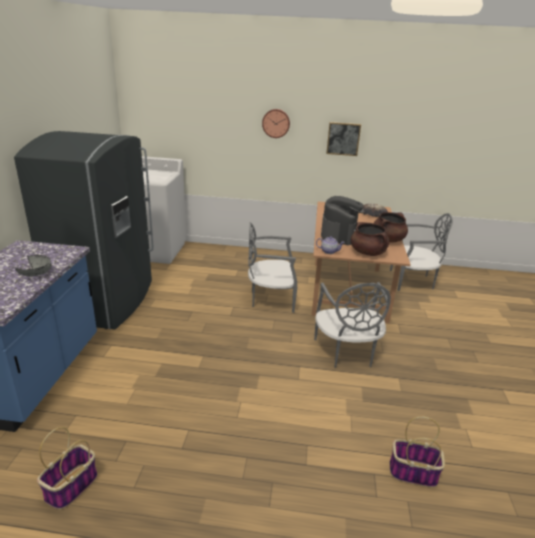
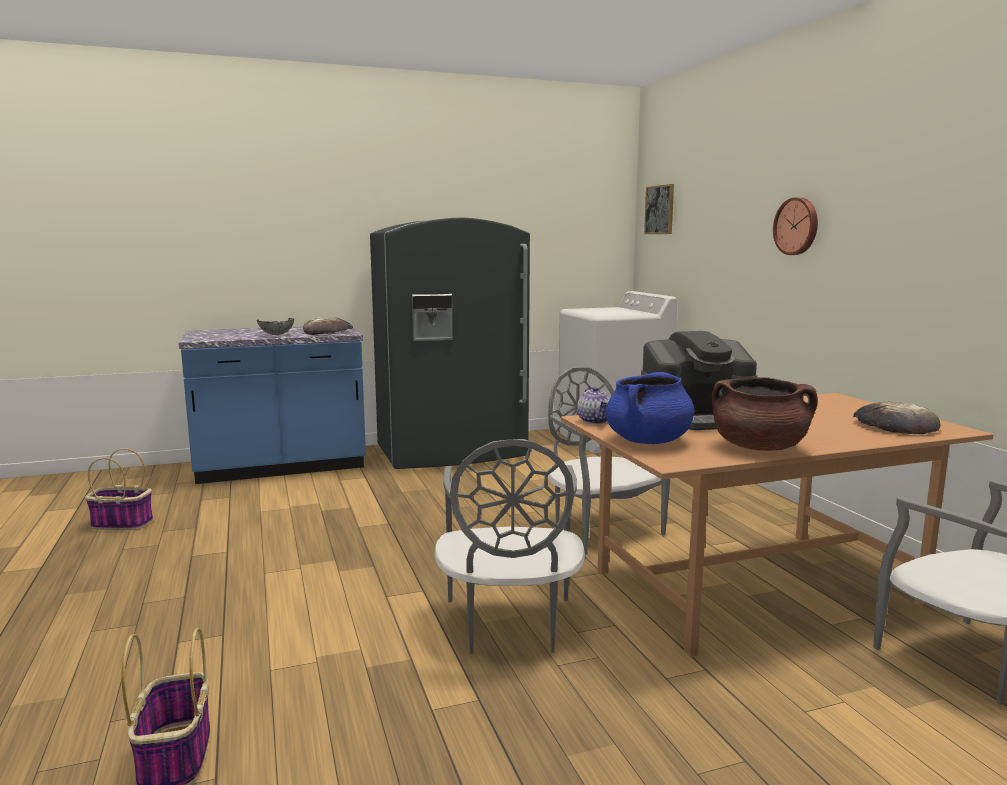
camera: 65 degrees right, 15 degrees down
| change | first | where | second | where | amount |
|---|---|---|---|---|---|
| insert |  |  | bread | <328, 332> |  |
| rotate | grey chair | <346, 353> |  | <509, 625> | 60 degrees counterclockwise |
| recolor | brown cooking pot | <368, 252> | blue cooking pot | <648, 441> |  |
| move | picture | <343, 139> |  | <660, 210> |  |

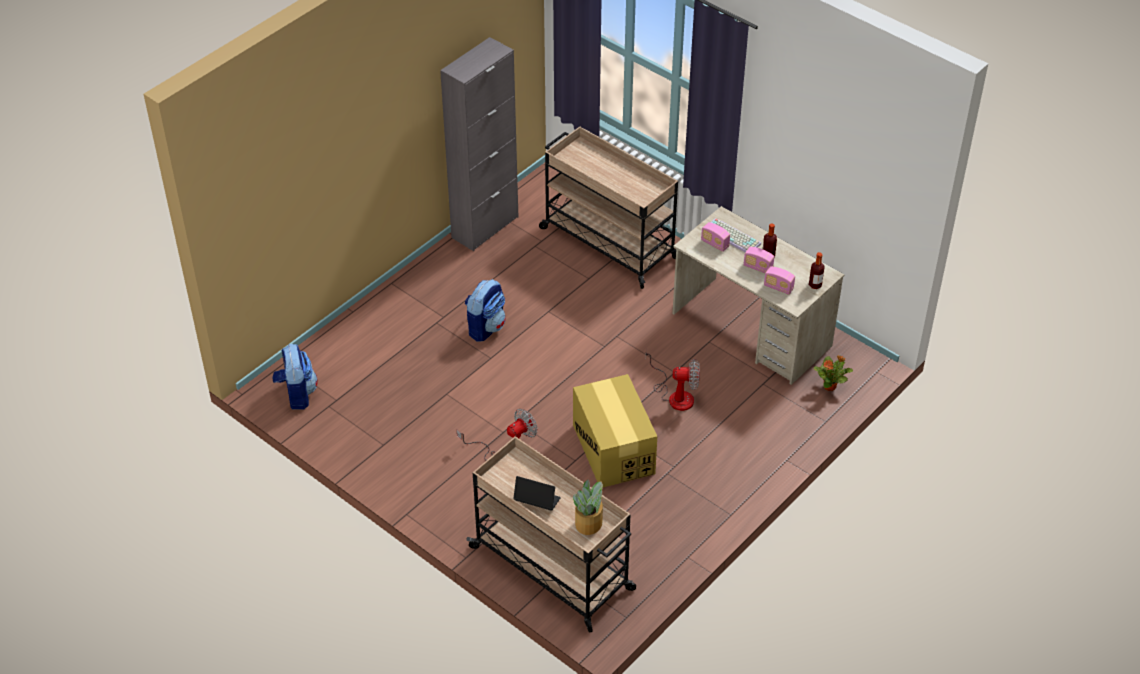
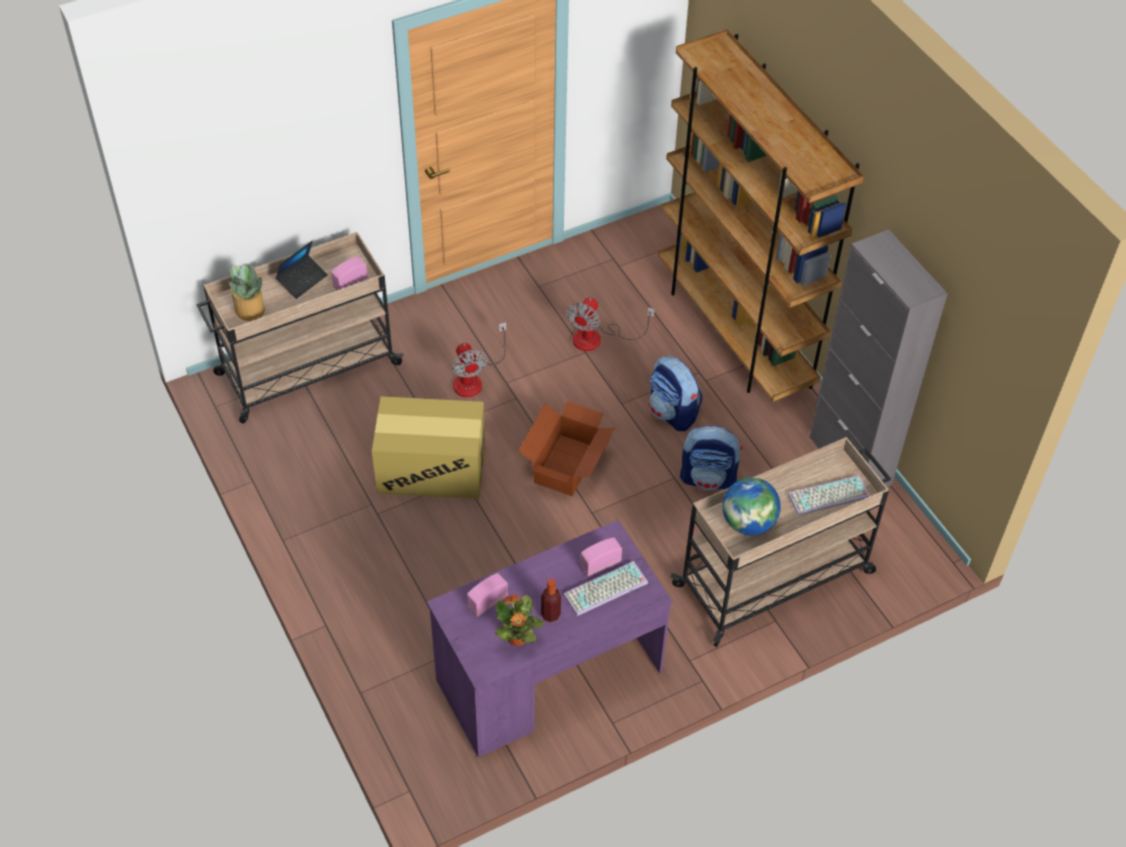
camera: 110 degrees right, 5 degrees up
| change | first | where | second | where | amount |
|---|---|---|---|---|---|
| move | radio | <758, 267> |  | <350, 283> |  |
| recolor | beige desk | <751, 330> | purple desk | <548, 676> |  |
| move | potted plant | <830, 386> |  | <517, 639> |  |
| insert |  |  | cardboard box | <567, 465> |  |
| move | fan | <675, 395> |  | <597, 338> |  |
| insert |  |  | brown bookcase | <735, 332> |  |
| move | backpack | <297, 394> |  | <708, 478> |  |
| insert |  |  | globe | <748, 523> |  |
| insert |  |  | keyboard | <828, 497> |  |
| delete | bottle | <815, 285> |  |  |  |

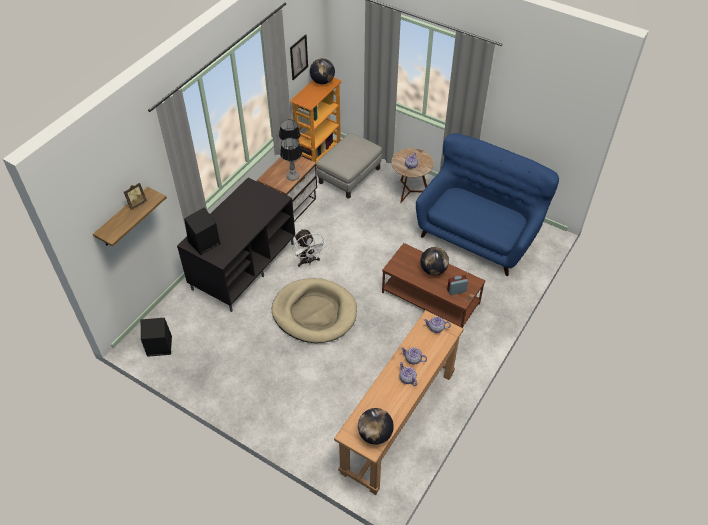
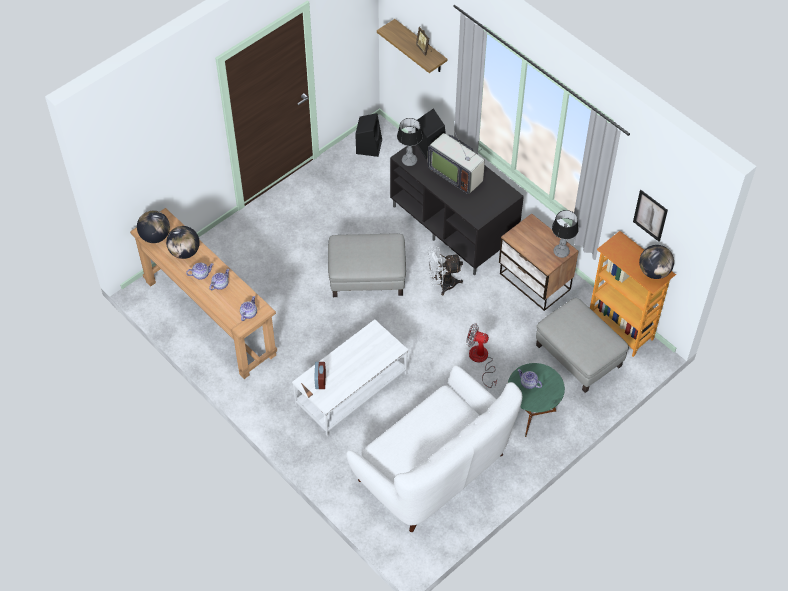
camera: 105 degrees right, 5 degrees up
| change | first | where | second | where | amount |
|---|---|---|---|---|---|
| move | globe | <433, 270> |  | <185, 252> |  |
| recolor | brown coffee table | <431, 298> | white coffee table | <351, 389> |  |
| replace | beige dog bed | <314, 313> | grey ottoman | <367, 276> |  |
| recolor | blue sofa | <478, 235> | white sofa | <434, 470> |  |
| move | table lamp | <293, 177> |  | <409, 161> |  |
| insert |  |  | television | <456, 174> |  |
| insert |  |  | fan | <481, 360> |  |
| recolor | brown side table | <410, 192> | green side table | <531, 416> |  |

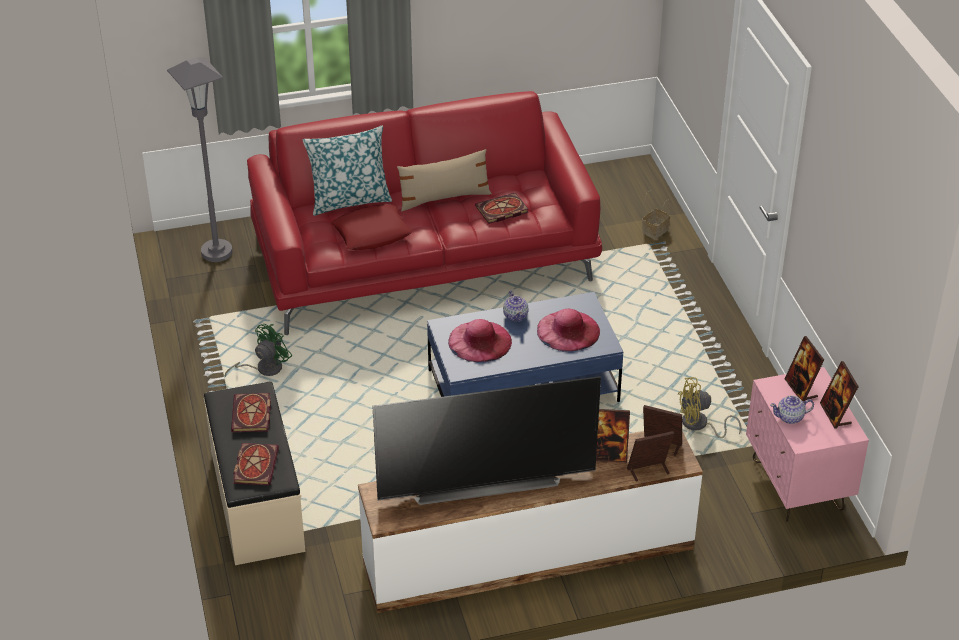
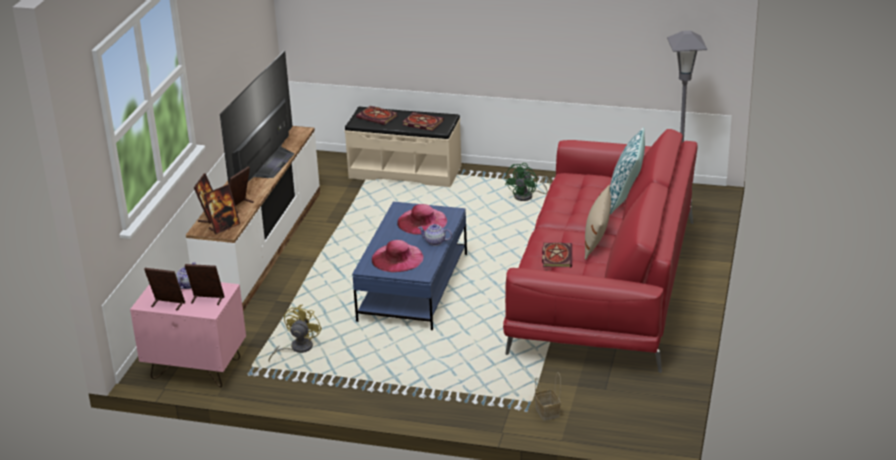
camera: 120 degrees right, 10 degrees down
| change | first | where | second | where | amount |
|---|---|---|---|---|---|
| rotate | green fan | <264, 368> |  | <527, 196> | 45 degrees clockwise |
| delete | red pillow | <372, 233> |  |  |  |

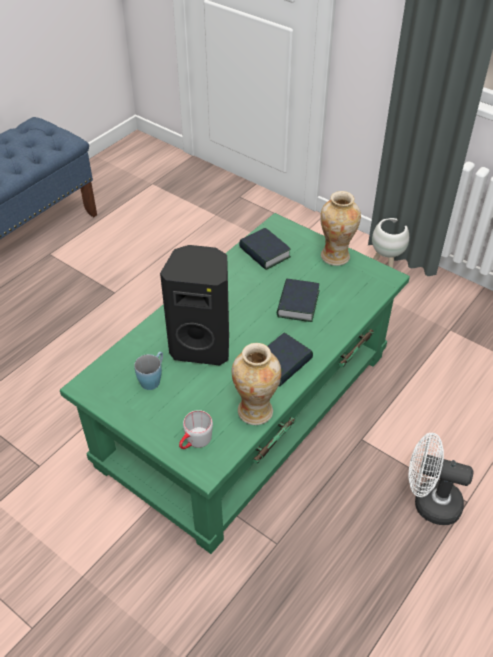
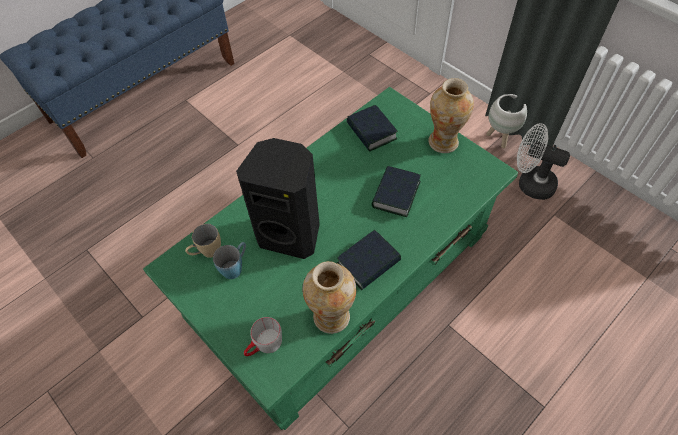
camera: 10 degrees right, 10 degrees up
| change | first | where | second | where | amount |
|---|---|---|---|---|---|
| insert |  |  | beige mug | <207, 252> |  |
| move | white fan | <429, 502> |  | <530, 183> |  |

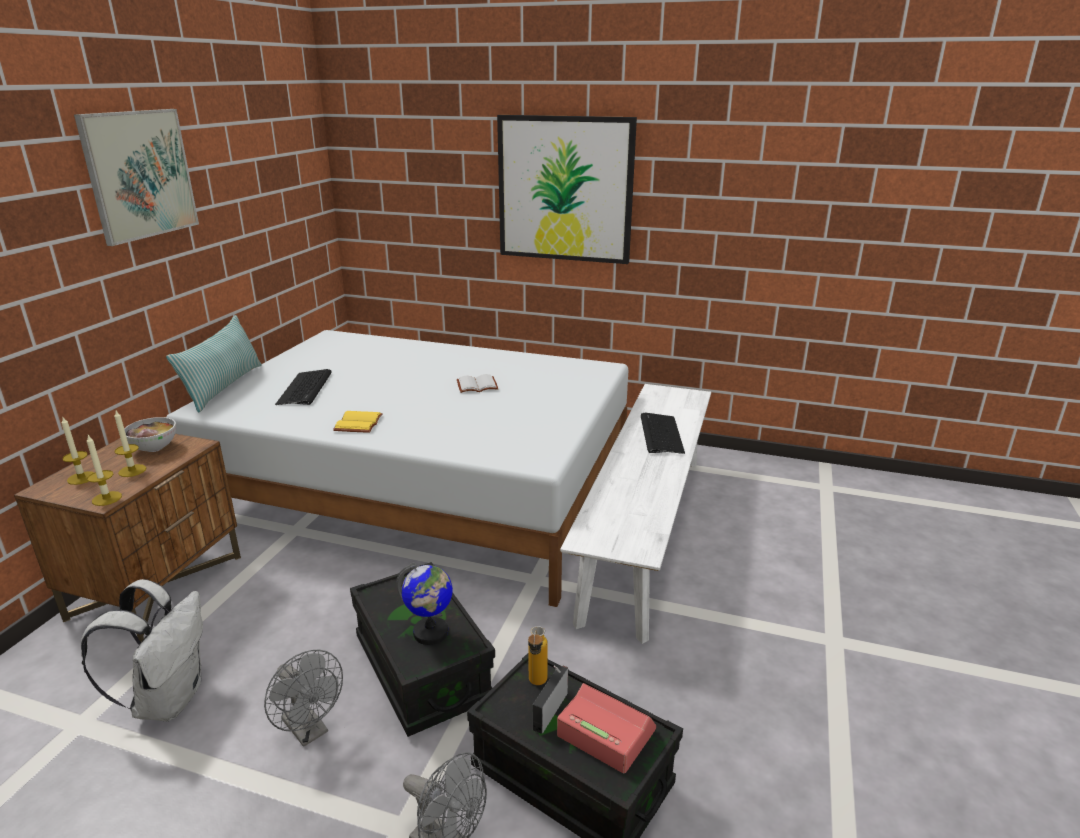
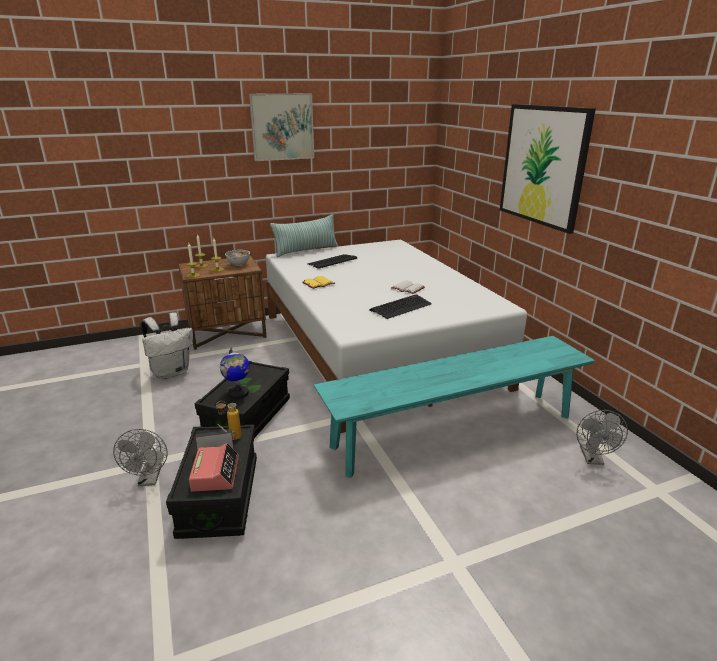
camera: 50 degrees right, 0 degrees up
| change | first | where | second | where | amount |
|---|---|---|---|---|---|
| recolor | white bench | <644, 531> | turquoise bench | <454, 431> |  |
| move | keyboard | <660, 434> |  | <401, 307> |  |
| move | grey fan | <309, 731> |  | <593, 459> |  |

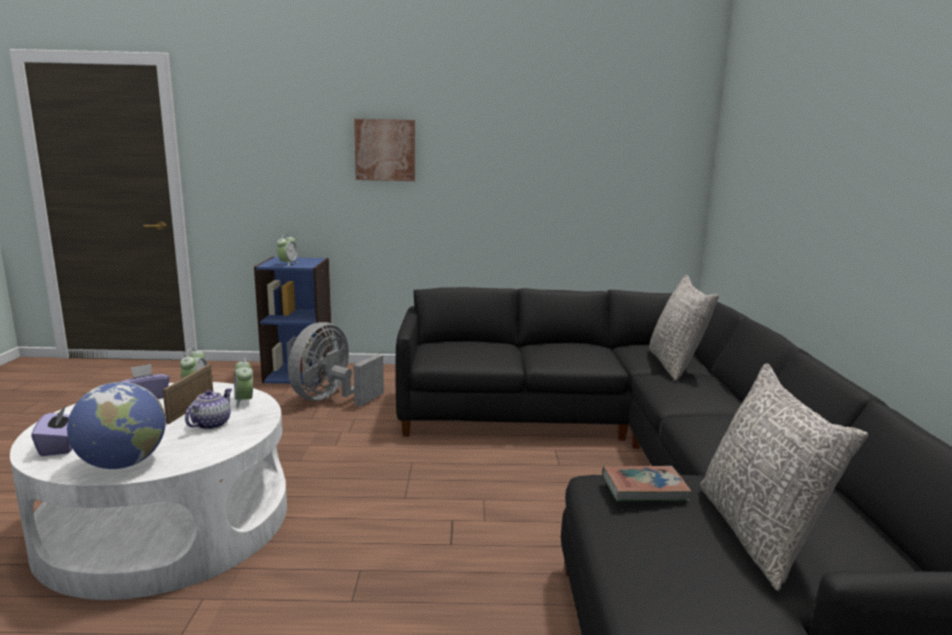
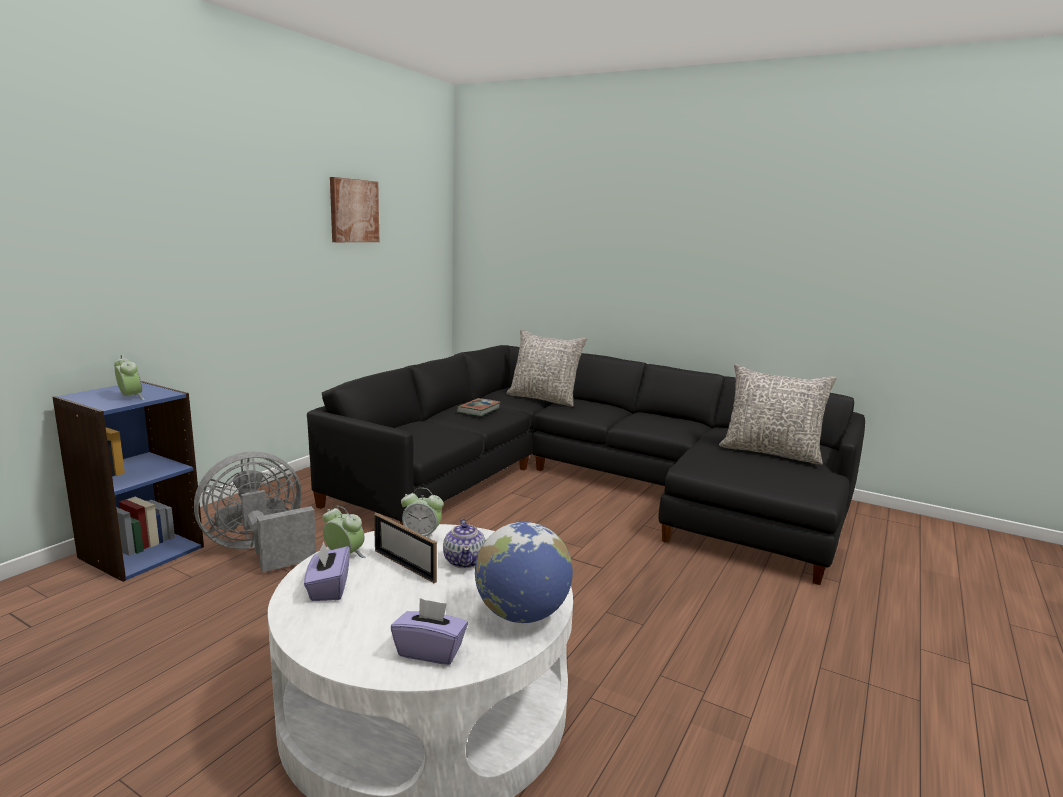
camera: 60 degrees left, 0 degrees up
| change | first | where | second | where | amount |
|---|---|---|---|---|---|
| rotate | grey fan | <331, 399> |  | <260, 550> | 90 degrees clockwise |
| move | picture | <385, 150> |  | <353, 211> |  |
| rotate | teapot | <210, 424> |  | <465, 561> | 150 degrees counterclockwise |
| move | book | <644, 488> |  | <479, 410> |  |

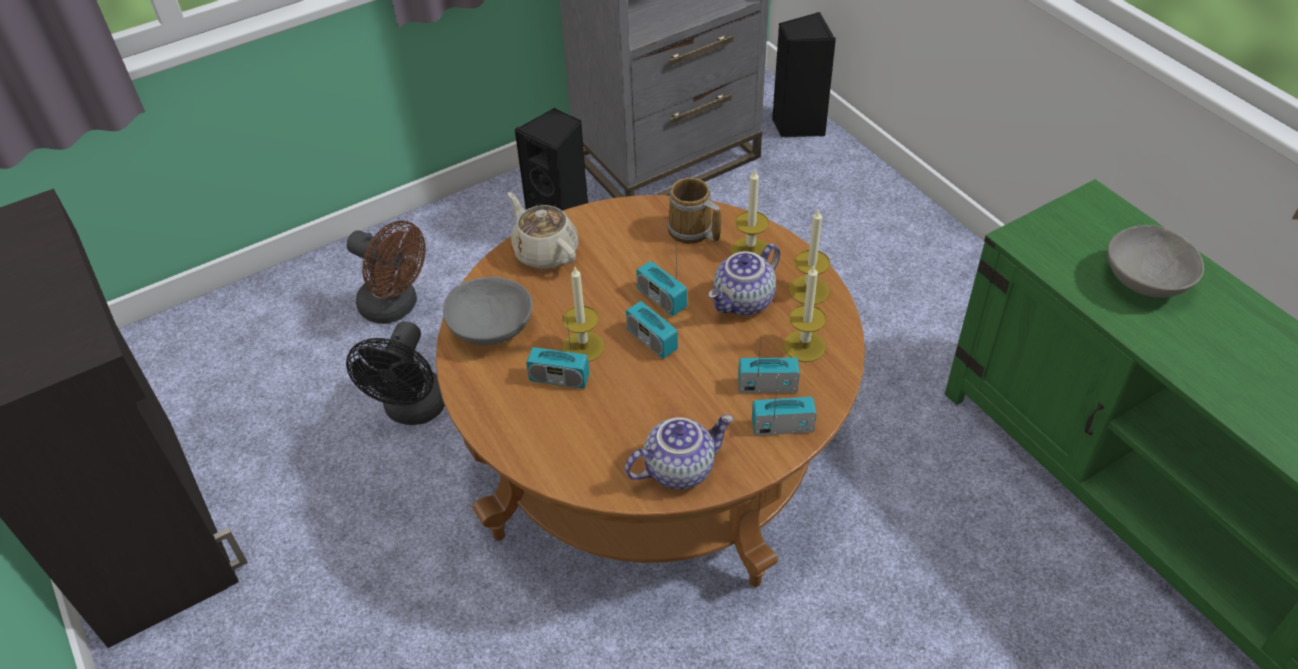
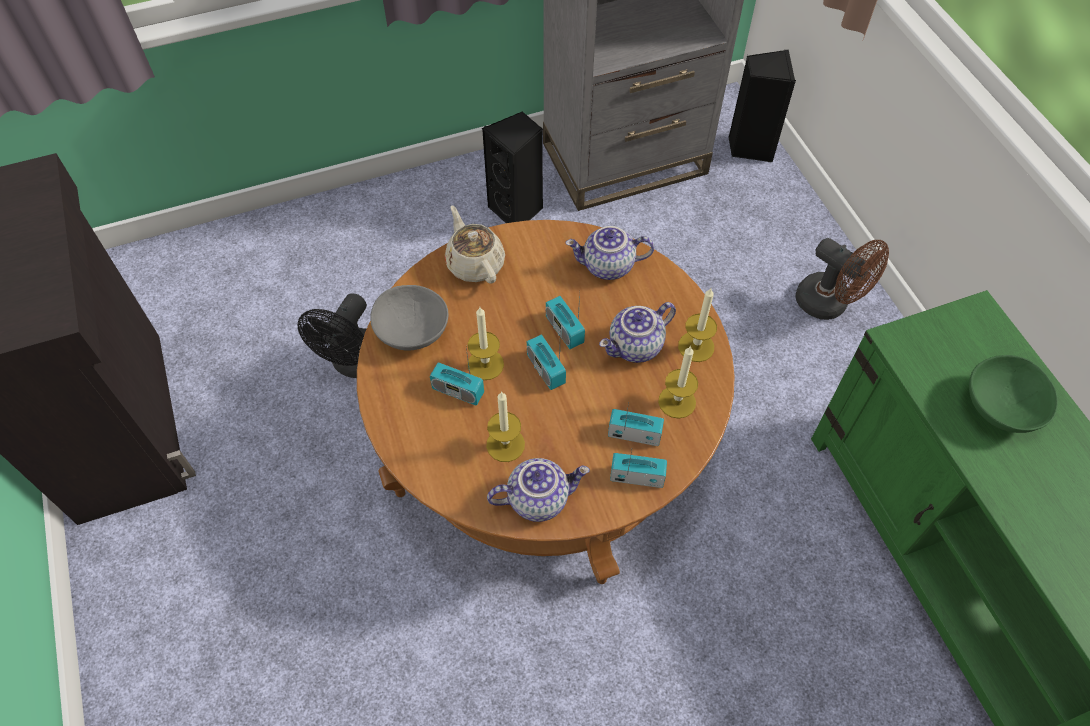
camera: 10 degrees right, 10 degrees up
| change | first | where | second | where | amount |
|---|---|---|---|---|---|
| move | candle | <750, 250> |  | <505, 444> |  |
| replace | mug | <691, 231> | teapot | <607, 267> |  |
| move | brown fan | <396, 307> |  | <829, 304> |  |
| recolor | grey bowl | <1144, 280> | green bowl | <1000, 406> |  |

